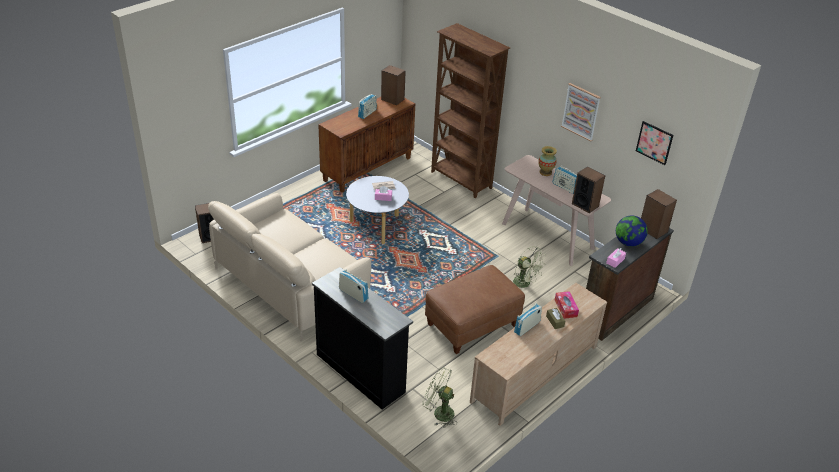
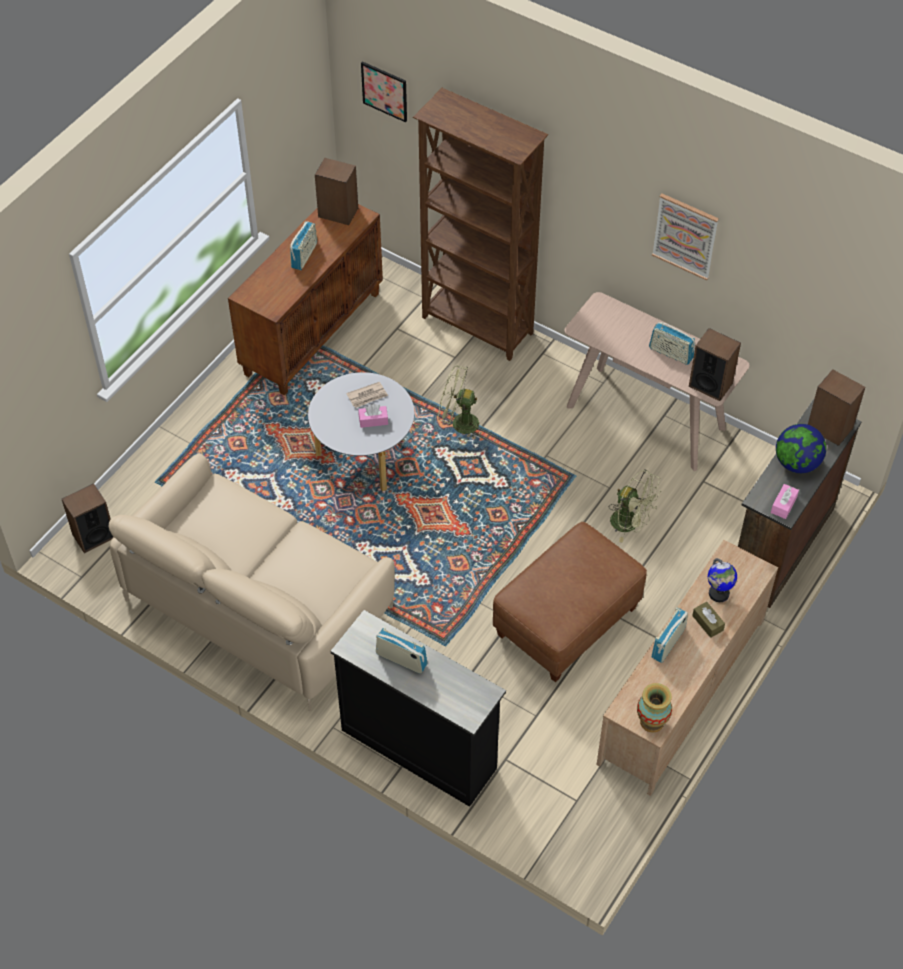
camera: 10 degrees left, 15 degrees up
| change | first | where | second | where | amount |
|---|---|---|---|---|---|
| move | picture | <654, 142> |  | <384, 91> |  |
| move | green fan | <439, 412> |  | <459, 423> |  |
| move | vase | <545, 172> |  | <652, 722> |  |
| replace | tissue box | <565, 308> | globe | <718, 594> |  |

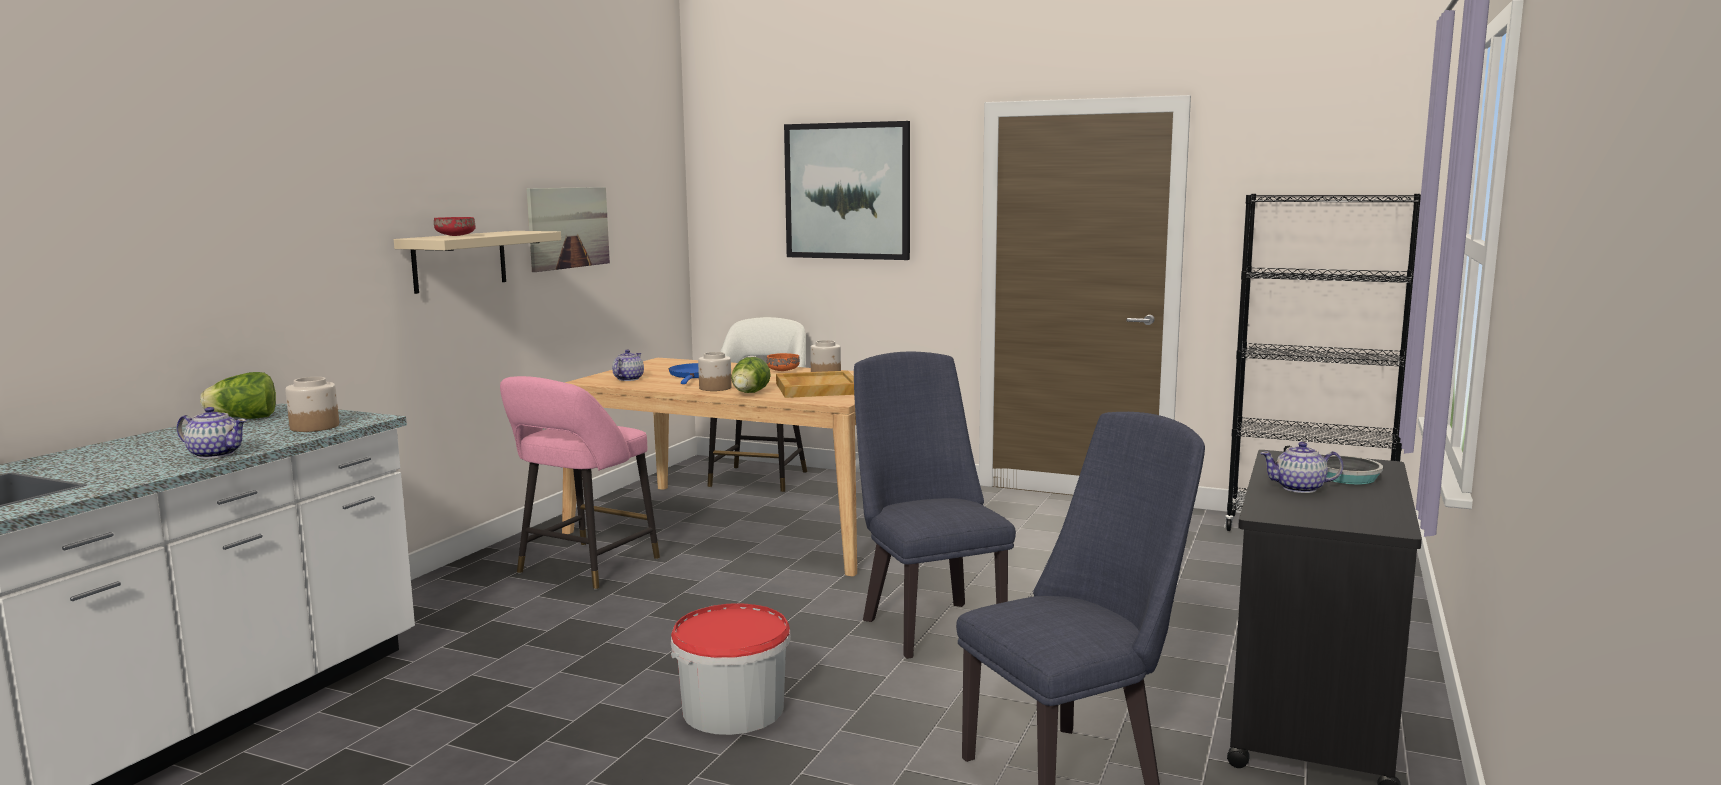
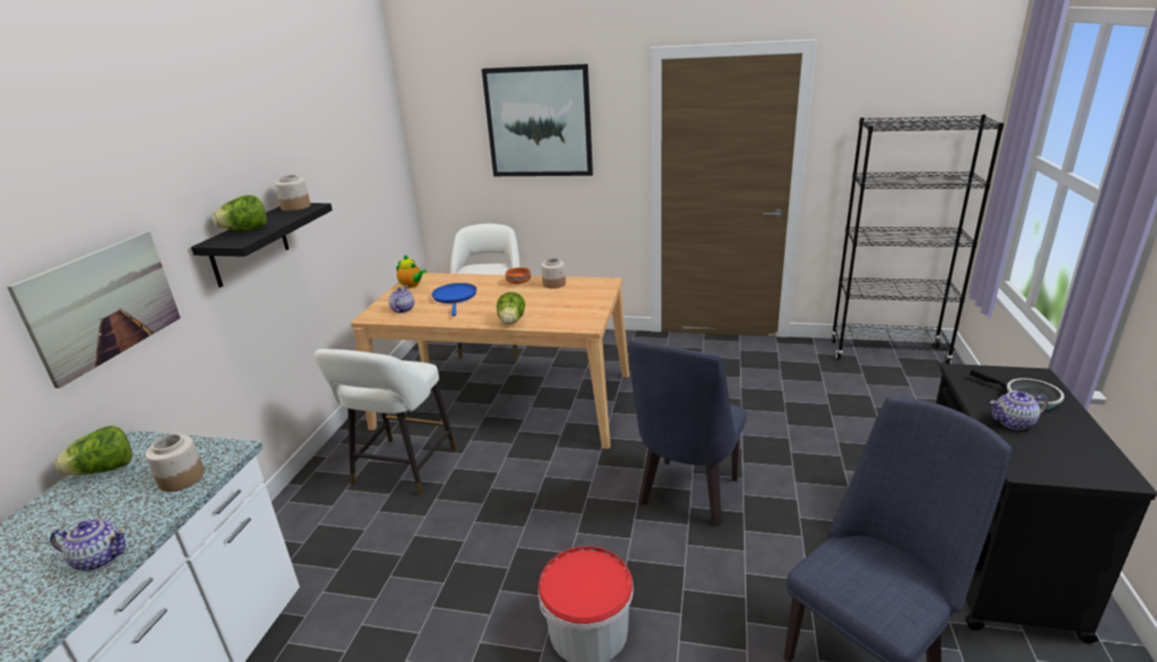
camera: 10 degrees left, 15 degrees up
| change | first | where | second | where | amount |
|---|---|---|---|---|---|
| move | picture | <568, 227> |  | <103, 304> |  |
| recolor | beige shelf | <459, 261> | black shelf | <249, 245> |  |
| replace | red bowl | <456, 235> | lettuce | <246, 230> |  |
| move | jar | <715, 388> |  | <296, 207> |  |
| recolor | pink stool | <584, 568> | white stool | <402, 470> |  |
| insert |  |  | teapot | <412, 286> |  |
| rotate | blue chair | <928, 624> |  | <687, 497> | 120 degrees counterclockwise |
| delete | beige tray | <816, 388> |  |  |  |

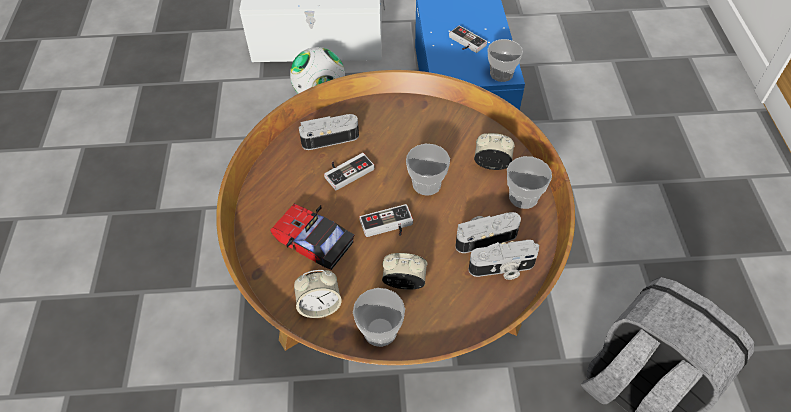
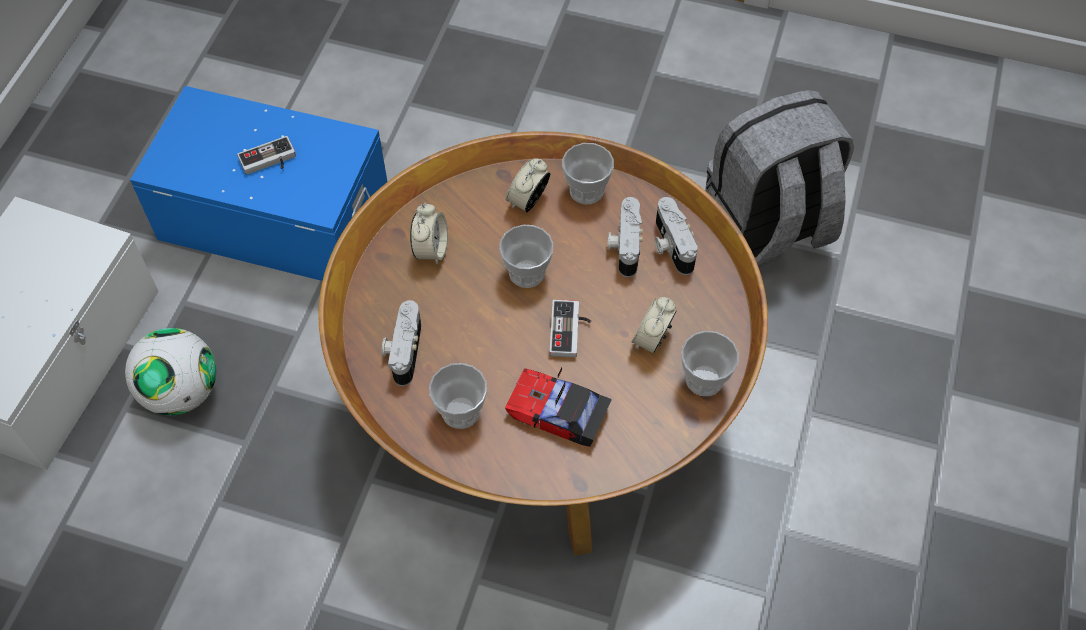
camera: 70 degrees left, 5 degrees up
| change | first | where | second | where | amount |
|---|---|---|---|---|---|
| move | alarm clock | <319, 306> |  | <431, 250> |  |
| move | cup | <501, 74> |  | <460, 411> |  |
| rotate | toy car | <313, 241> |  | <558, 412> | 60 degrees clockwise |
| rotate | photo camera | <502, 269> |  | <670, 245> | 150 degrees clockwise |
| delete | game controller | <347, 170> |  |  |  |

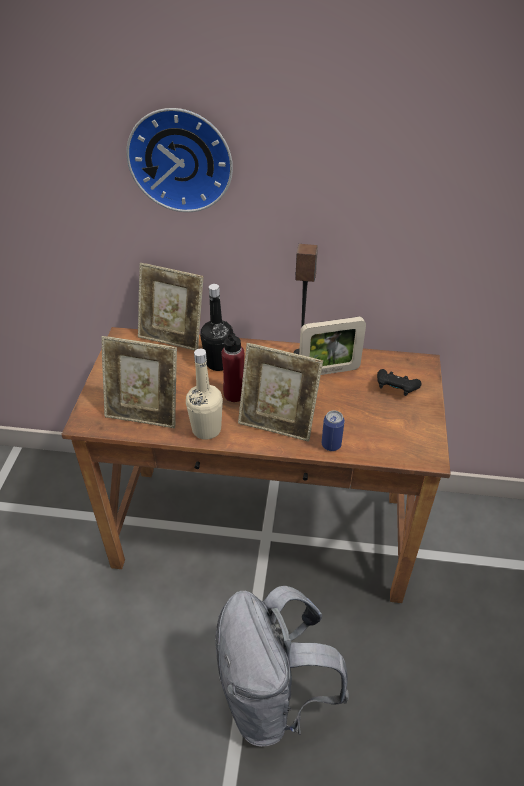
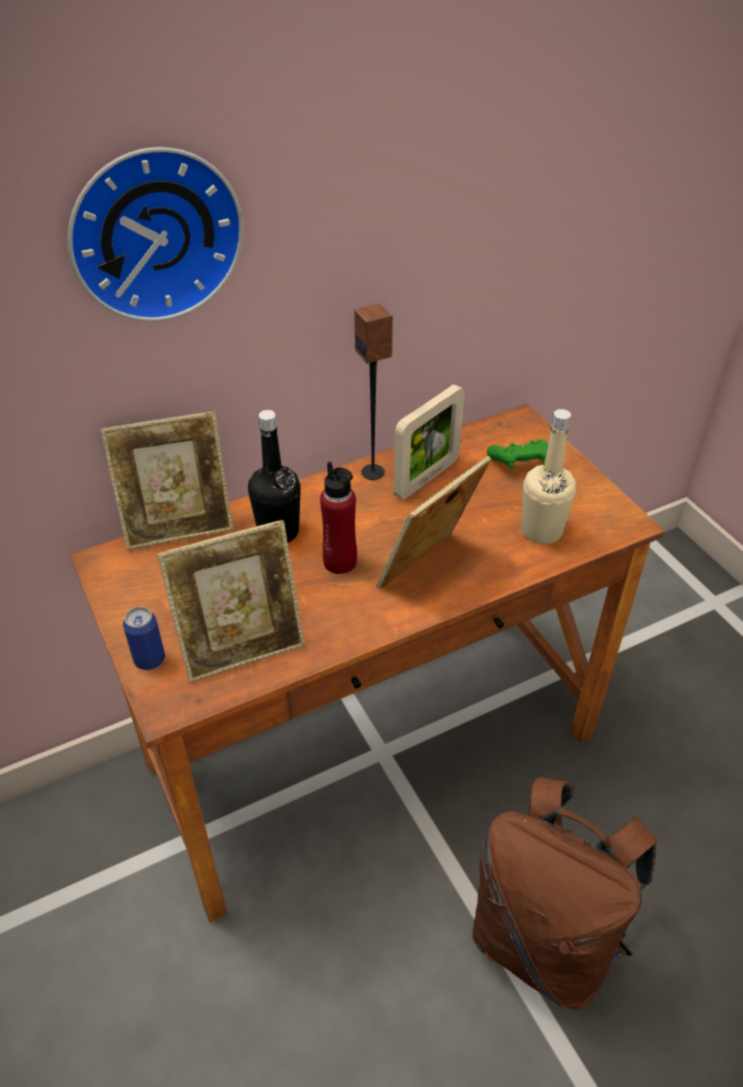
camera: 35 degrees left, 0 degrees up
| change | first | where | second | where | amount |
|---|---|---|---|---|---|
| move | can | <331, 445> |  | <149, 659> |  |
| rotate | picture frame | <278, 422> |  | <428, 570> | 150 degrees clockwise |
| recolor | grey backpack | <273, 696> | brown backpack | <545, 938> |  |
| recolor | black game controller | <395, 389> | green game controller | <520, 463> |  |
| move | beige bottle | <206, 429> |  | <541, 531> |  |

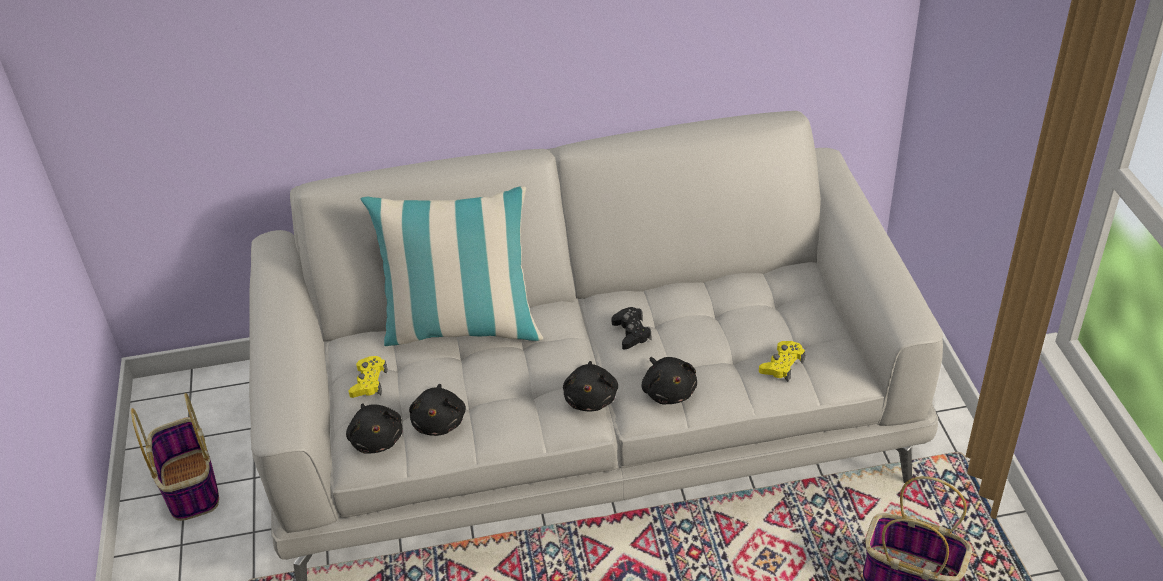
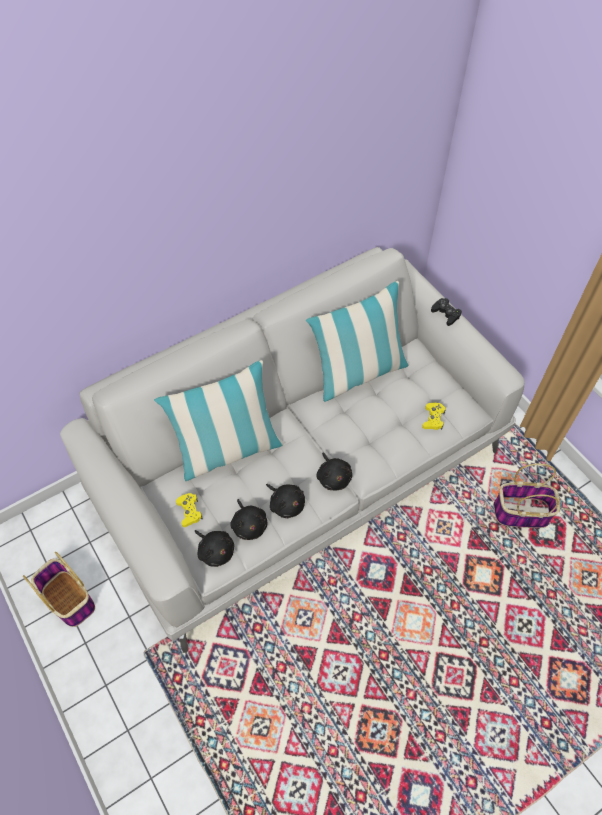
camera: 25 degrees left, 15 degrees up
| change | first | where | second | where | amount |
|---|---|---|---|---|---|
| move | black plush toy | <668, 391> |  | <286, 504> |  |
| insert |  |  | pillow | <358, 373> |  |
| move | black game controller | <631, 332> |  | <446, 314> |  |

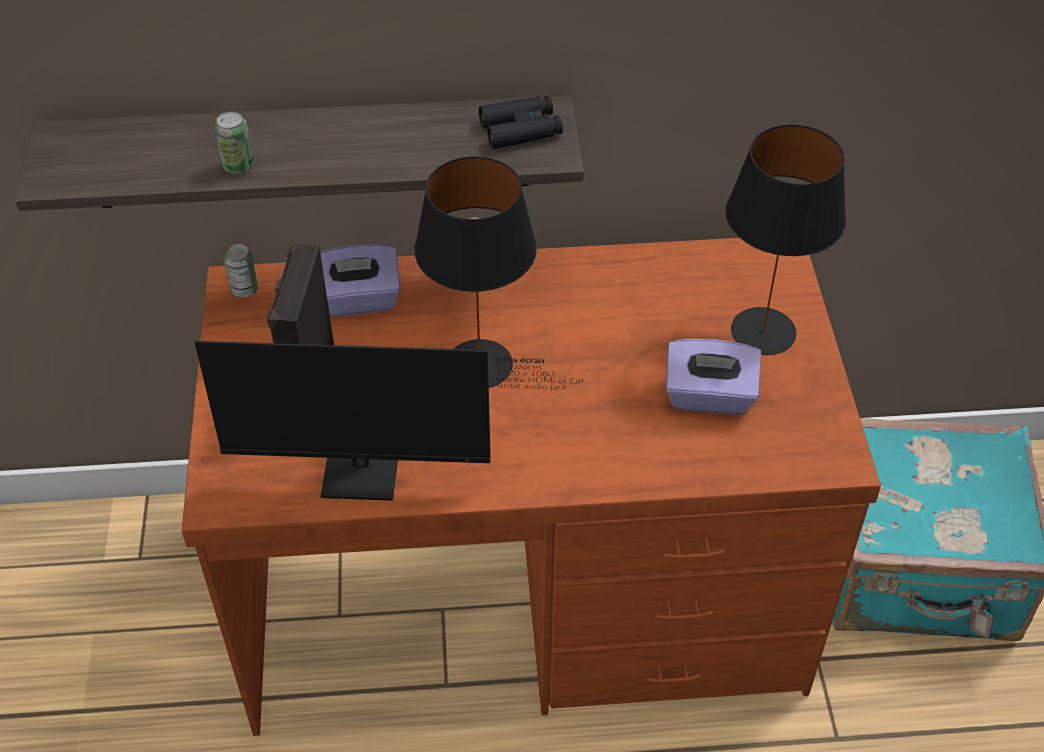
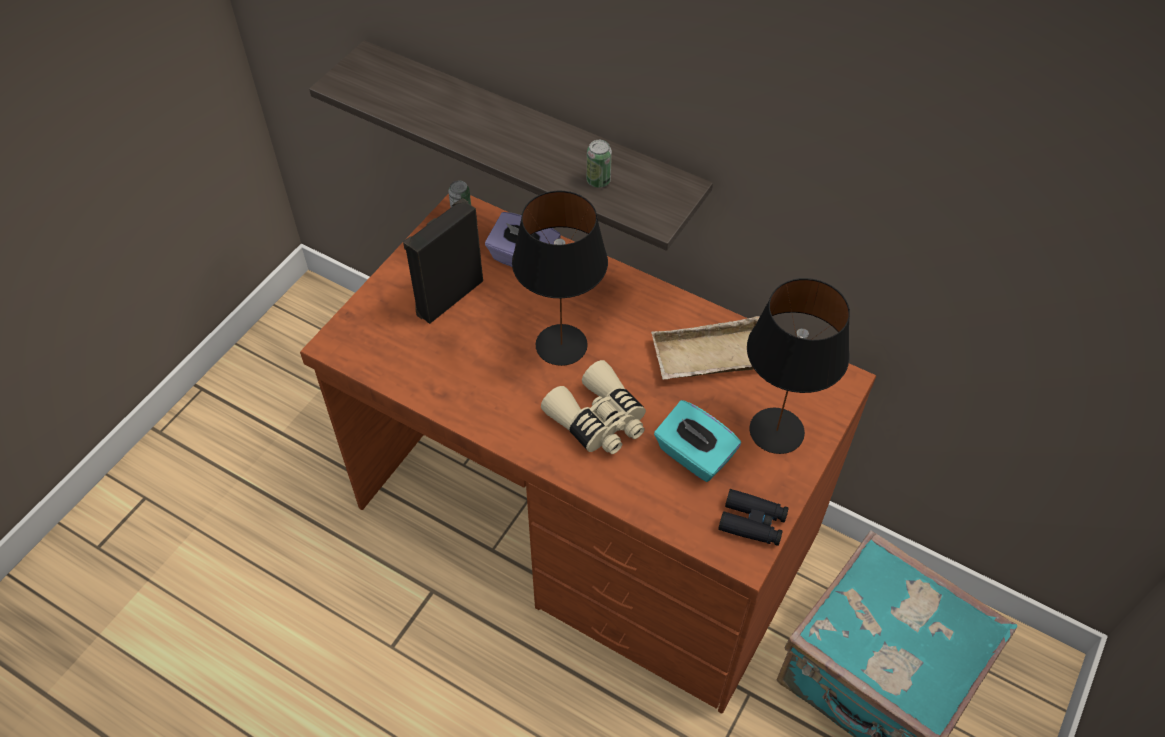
camera: 35 degrees right, 5 degrees up
| change | first | where | second | where | amount |
|---|---|---|---|---|---|
| insert |  |  | beige binoculars | <599, 420> |  |
| move | can | <238, 166> |  | <598, 181> |  |
| insert |  |  | beige tray | <709, 359> |  |
| recolor | purple tissue box | <709, 397> | turquoise tissue box | <693, 455> |  |
| move | black binoculars | <521, 130> |  | <752, 522> |  |
| delete | monitor | <374, 474> |  |  |  |

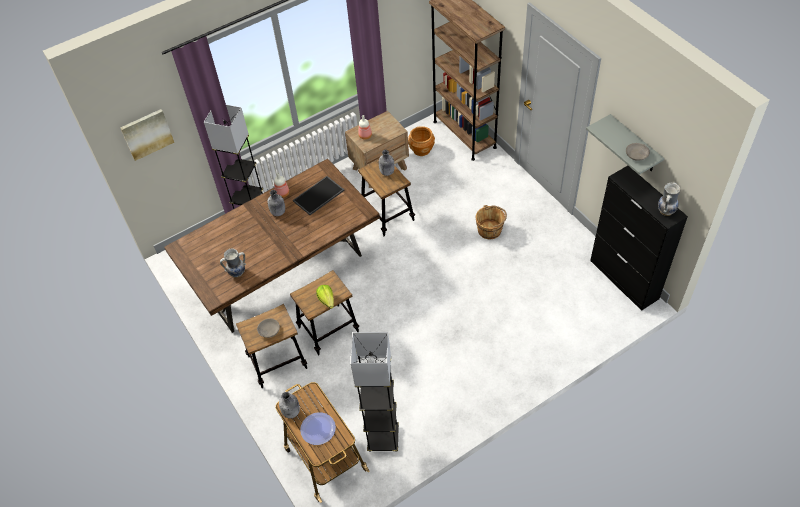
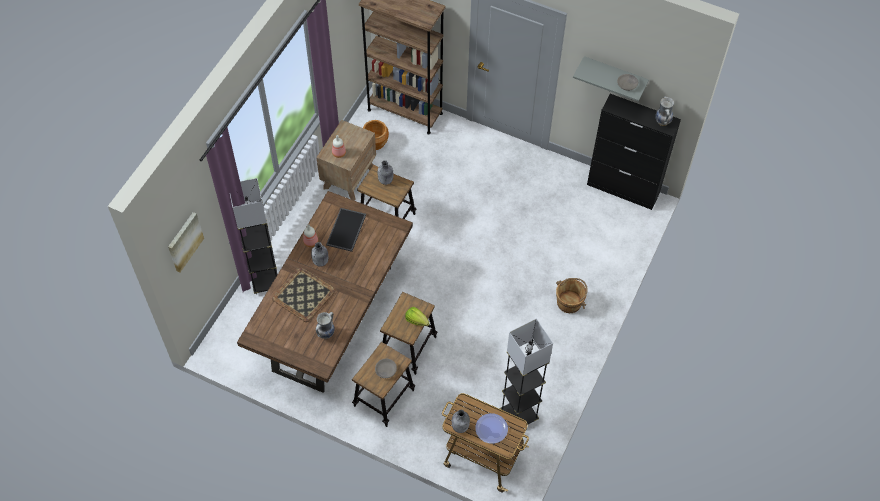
camera: 35 degrees left, 5 degrees up
| change | first | where | second | where | amount |
|---|---|---|---|---|---|
| insert |  |  | tray | <304, 294> |  |
| move | brown bucket | <490, 230> |  | <569, 302> |  |

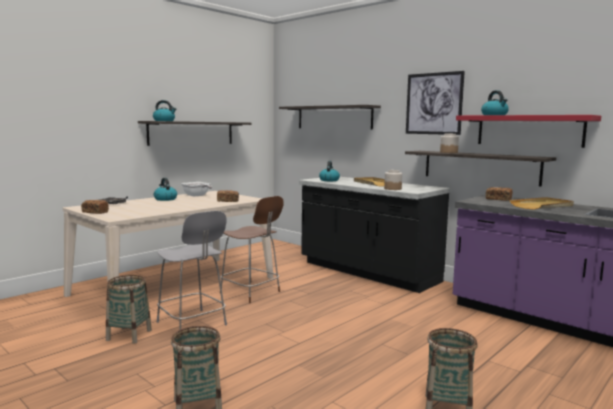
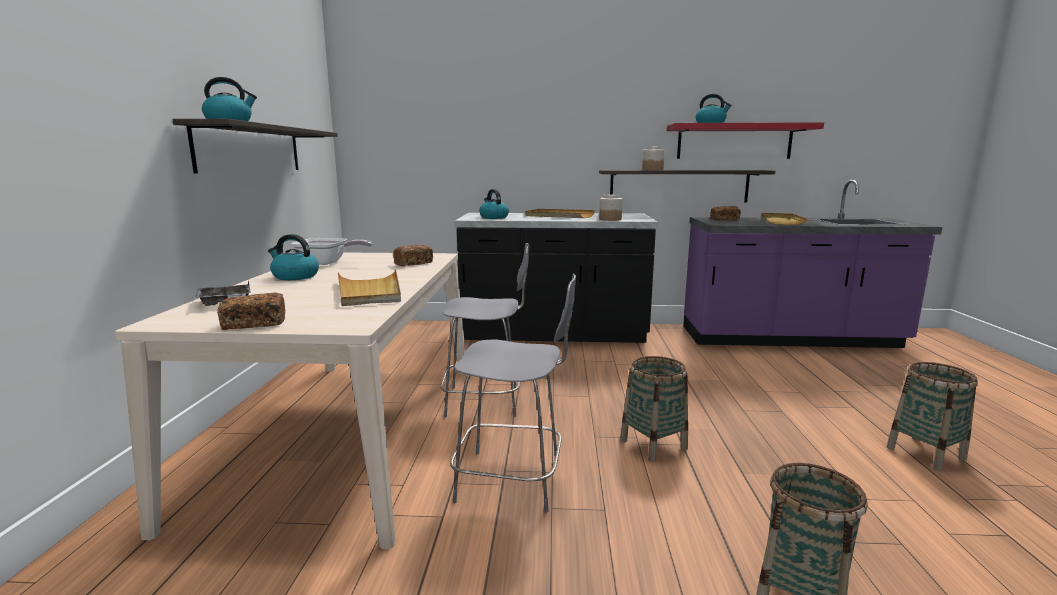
camera: 40 degrees left, 5 degrees up
| change | first | where | second | where | amount |
|---|---|---|---|---|---|
| insert |  |  | beige tray | <369, 291> |  |
| recolor | brown chair | <251, 293> | grey chair | <486, 401> |  |
| move | basket | <129, 335> |  | <653, 444> |  |
| delete | shelf | <334, 117> |  |  |  |
| delete | picture | <433, 103> |  |  |  |

